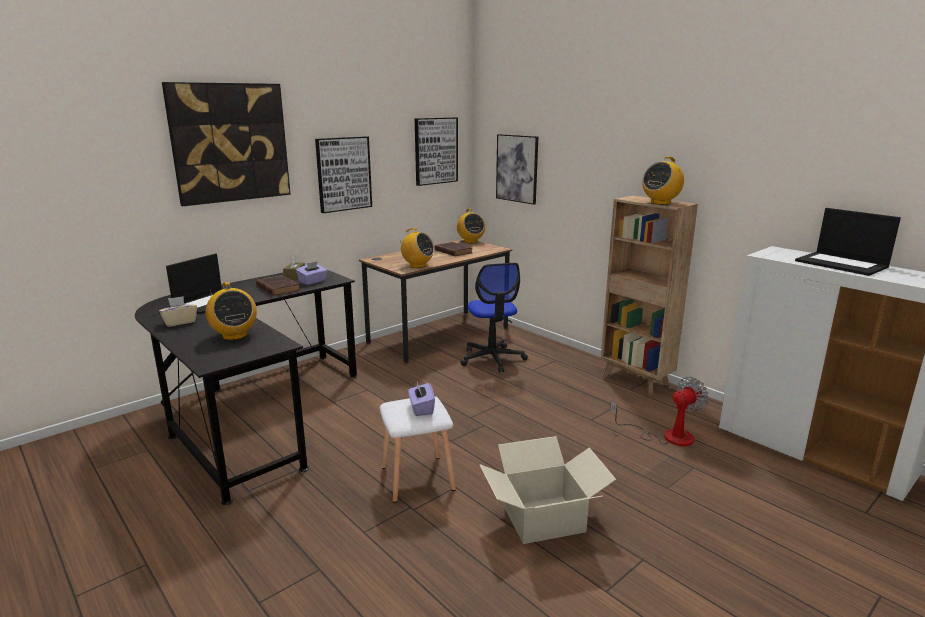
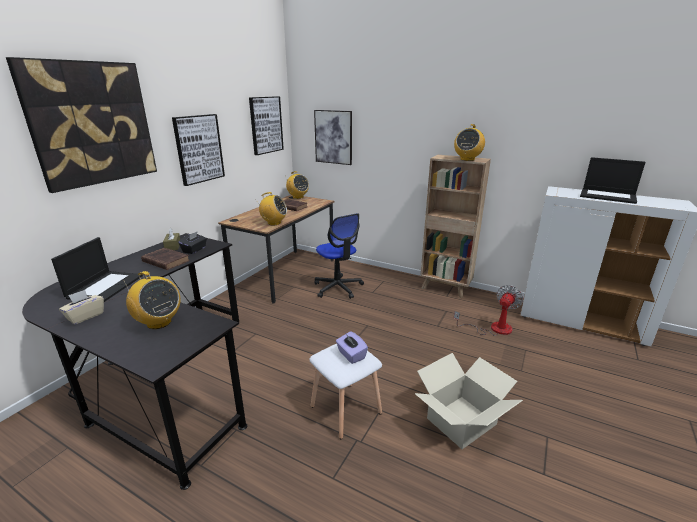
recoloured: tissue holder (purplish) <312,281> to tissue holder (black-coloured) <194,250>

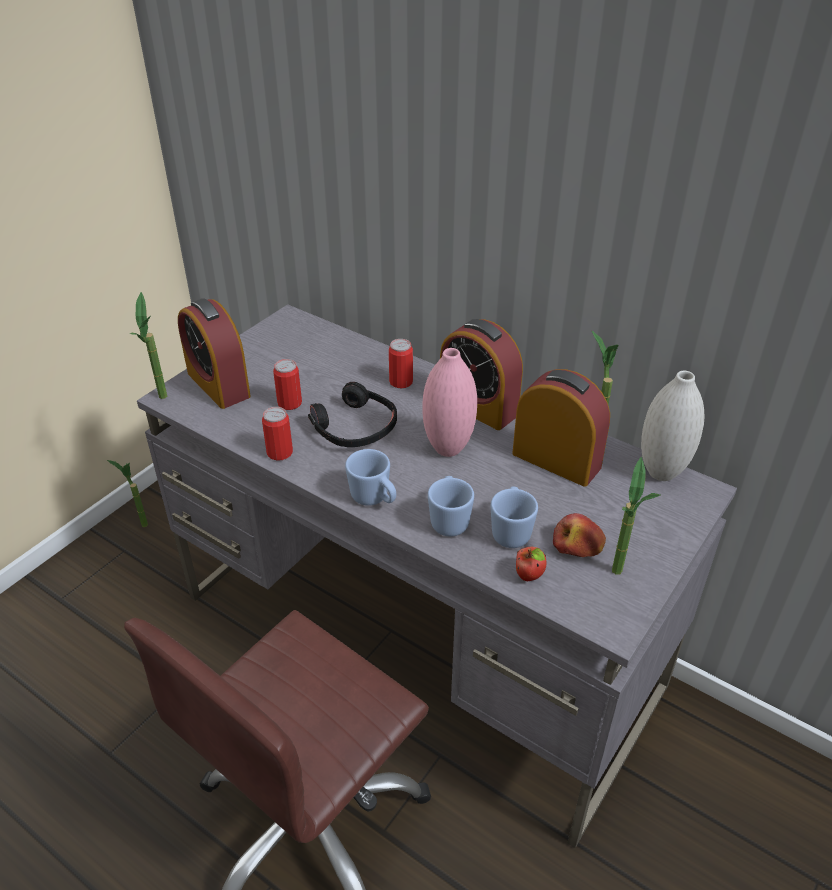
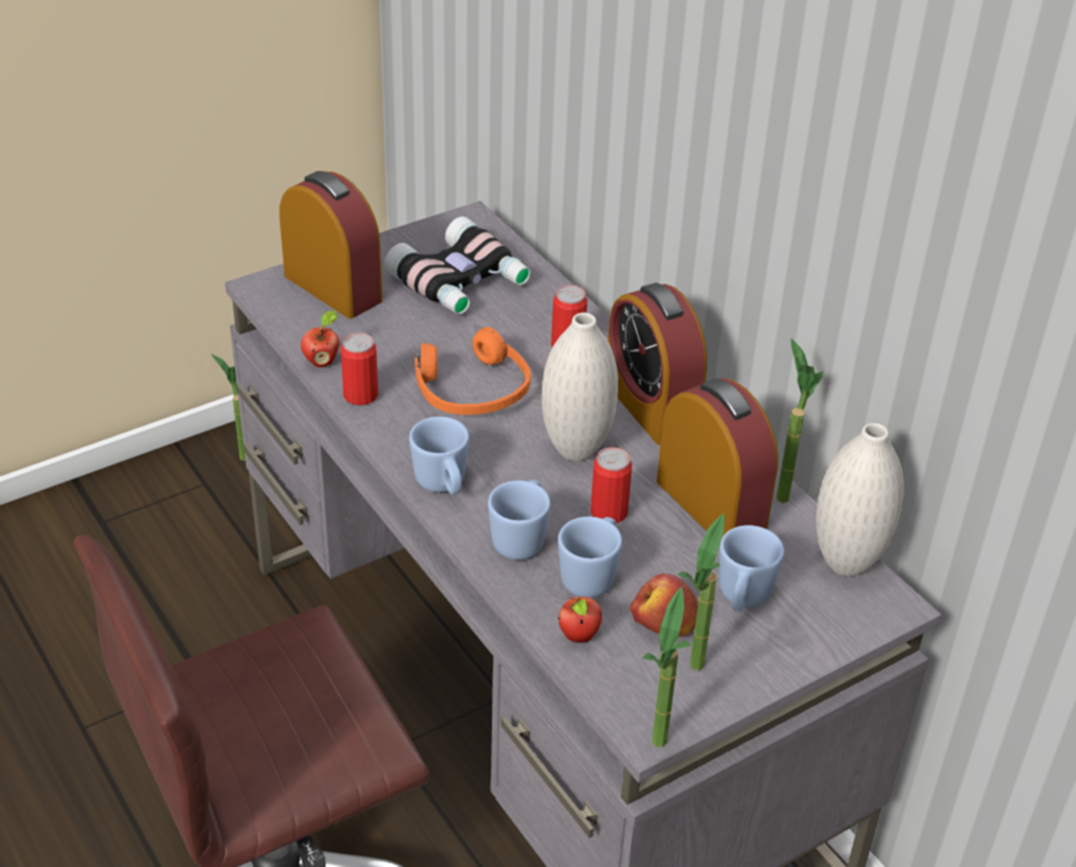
added: whole apple <322,361>; field glasses <461,282>; coffee mug (bluish) <742,599>
moved: sealed can <289,403> to <609,512>; houseplant <164,401> to <659,754>
recoloured: headphones (black-coloured) <355,428> to headphones (orange) <472,389>; vase (pinkish) <448,448> to vase (white-coloured) <576,450>
turned: bedside clock <218,385> = <333,288> 150 degrees clockwise

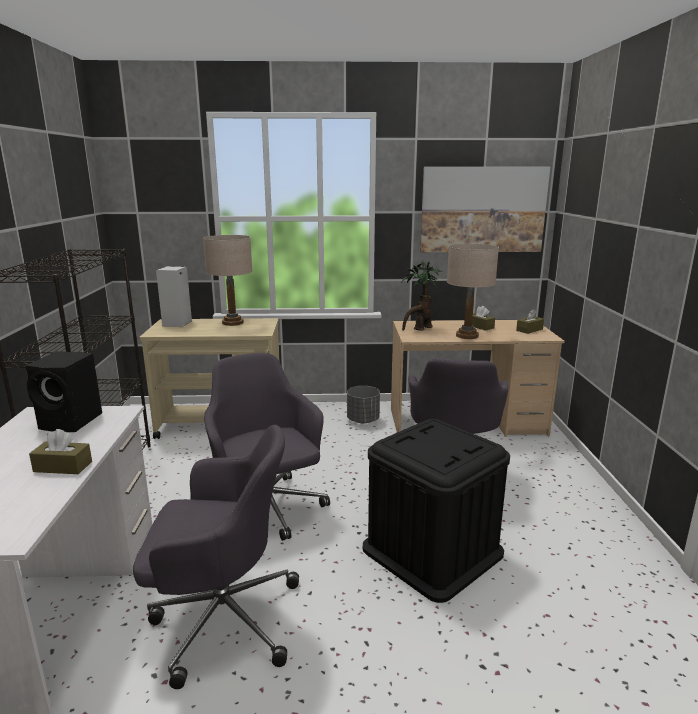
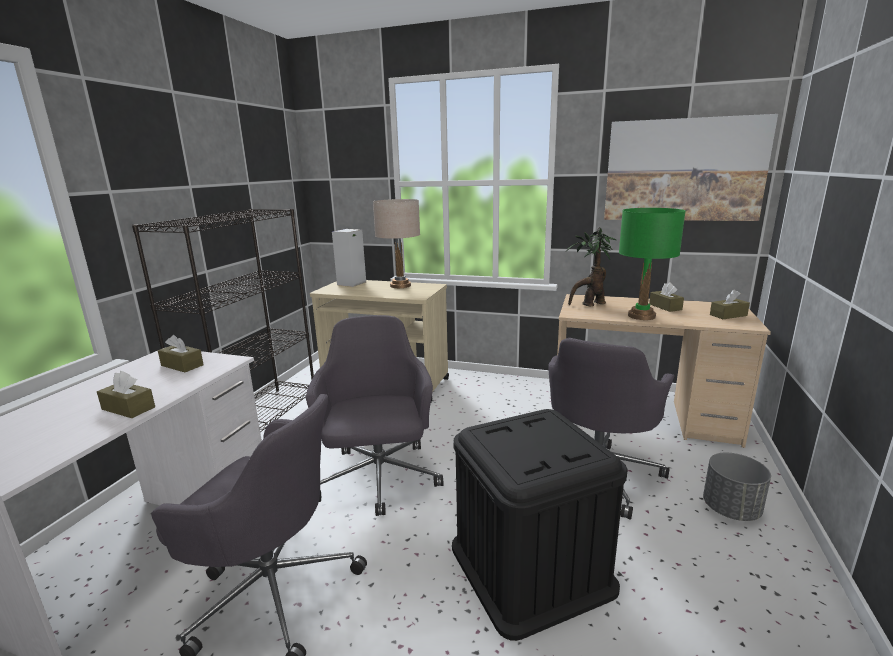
moved: planter (gray) <363,420> to <731,509>
replaced: loudspeaker (black-coloured) <72,422> to tissue holder (brownish) <182,365>
recoloured: lamp for a table (sand-coloured) <467,335> to lamp for a table (green) <641,316>

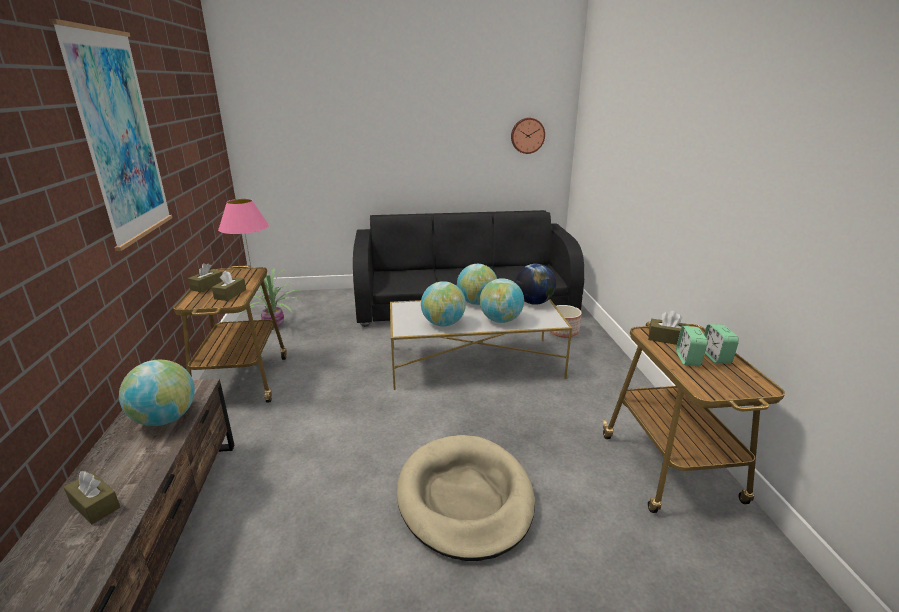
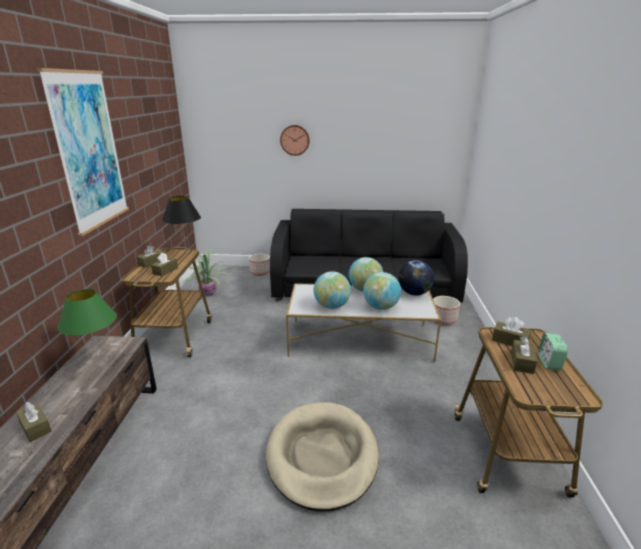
added: planter <260,272>
moved: hanging clock <527,135> to <295,140>
replaced: globe <165,419> to lamp for a table (green) <99,366>; bedside clock <688,359> to tissue holder (brownish) <522,362>
recoloured: lamp for a table (pinkish) <252,274> to lamp for a table (black-coloured) <186,254>

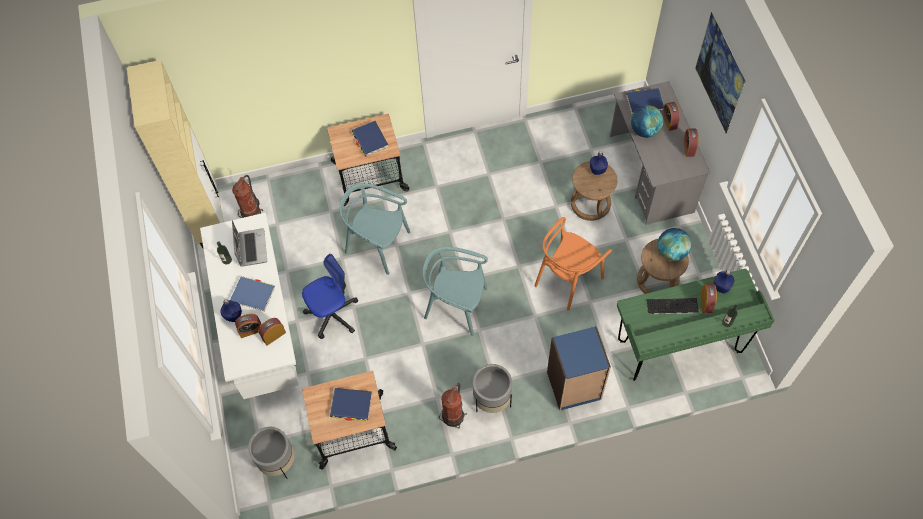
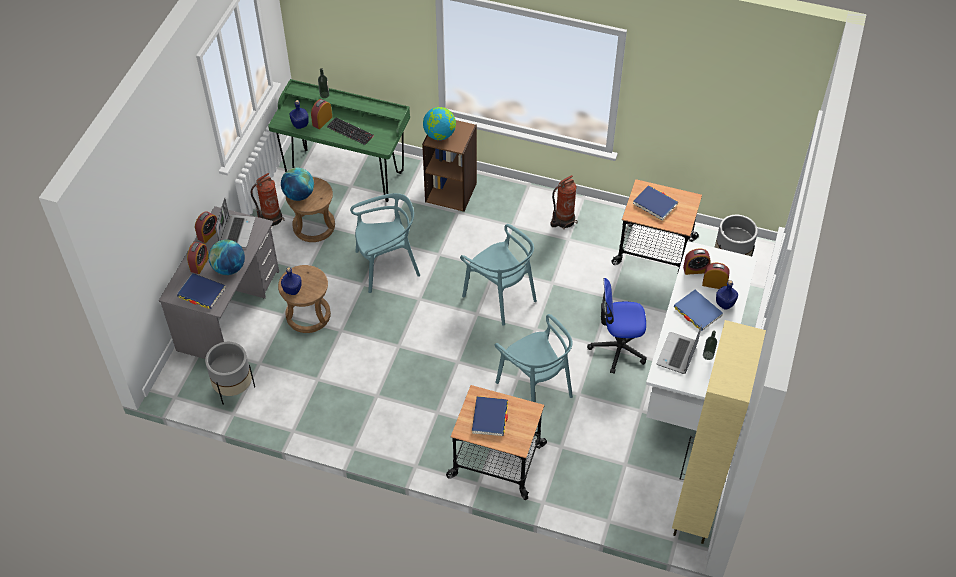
removed: wall picture <714,87>
added: laptop <236,231>; globe <440,135>
moved: planter (gray) <492,400> to <234,388>; extinguisher <252,212> to <270,218>
recoloured: plain chair (orange) <567,279> to plain chair (blue-green) <387,266>; shelving unit (bluish) <574,386> to shelving unit (brownish) <451,192>

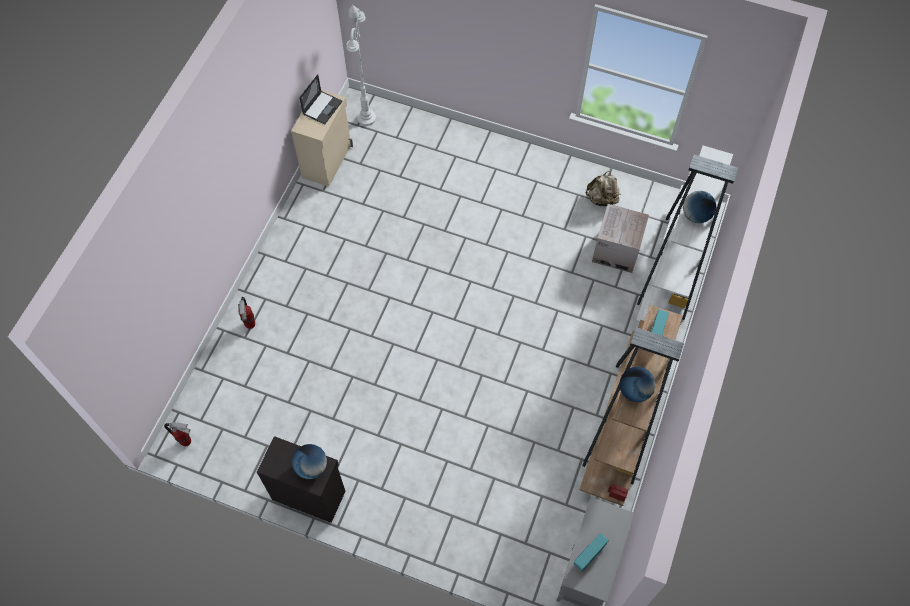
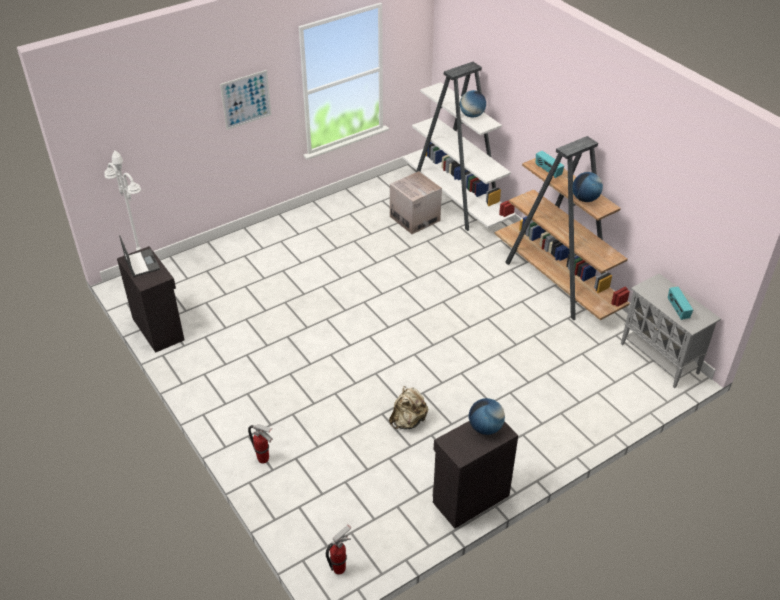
added: wall picture <246,99>
moved: backpack (sand-coloured) <602,199> to <408,421>
recoloured: cupboard (sand-coloured) <328,161> to cupboard (black-coloured) <159,328>

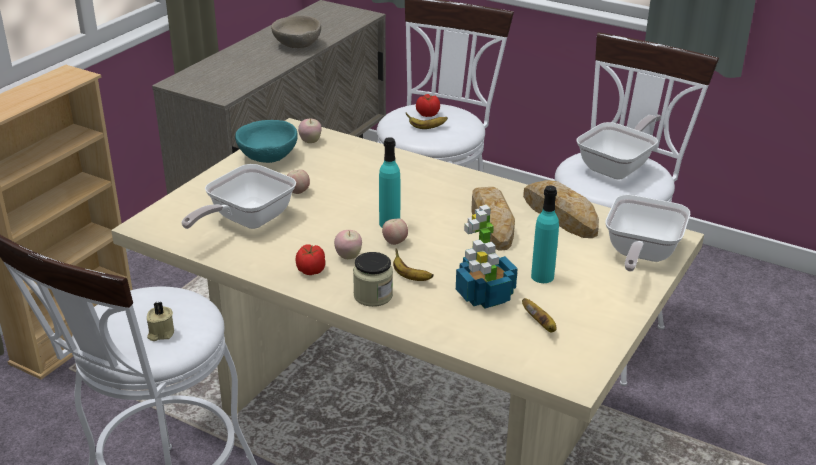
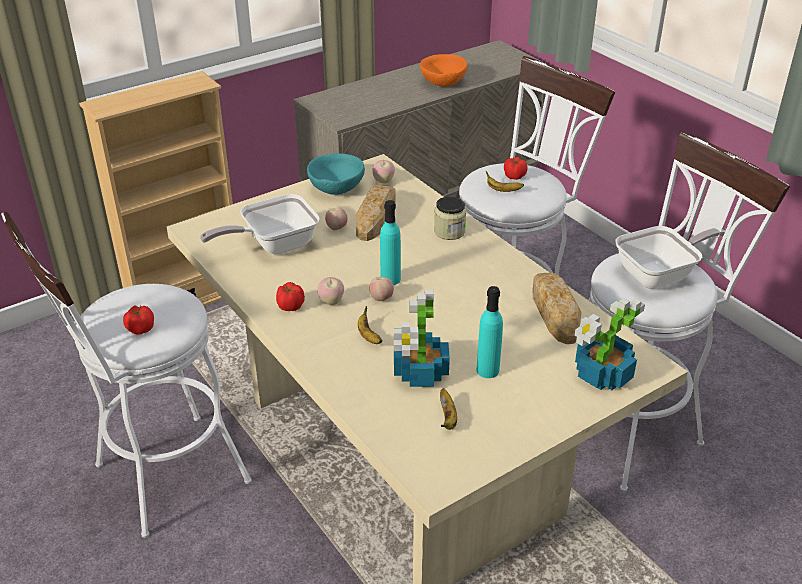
moved: baked bread <491,223> to <377,217>; jar <373,295> to <449,232>
replaced: wax candle (sand-coloured) <160,333> to fresh tomato <140,329>; skillet <640,255> to houseplant <601,375>
recoloured: deep dish (sand-coloured) <296,45> to deep dish (orange) <442,83>

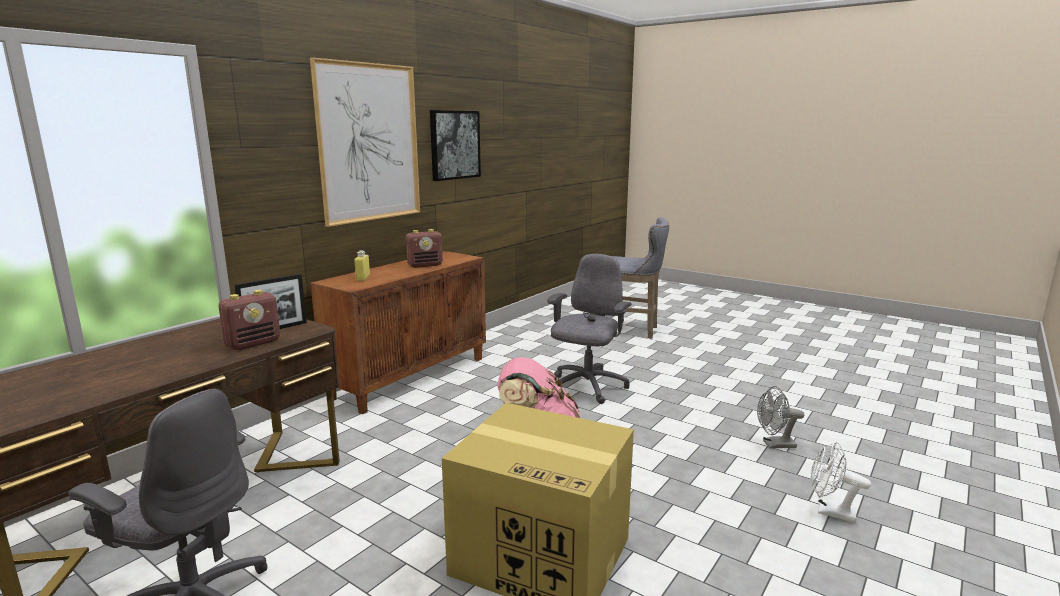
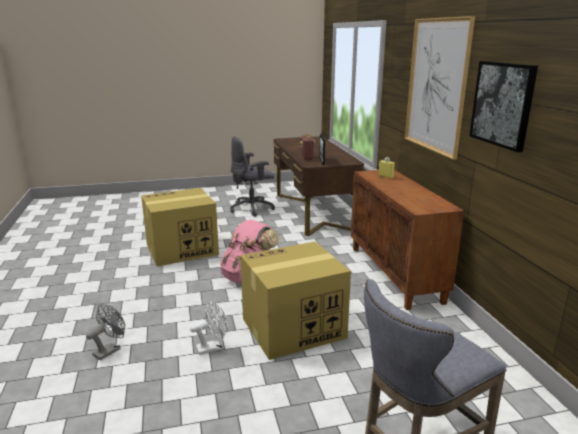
removed: radio receiver <425,265>
moved: fan (white-coloured) <829,512> to <213,347>
replaced: office chair (gray) <587,387> to carton <292,328>

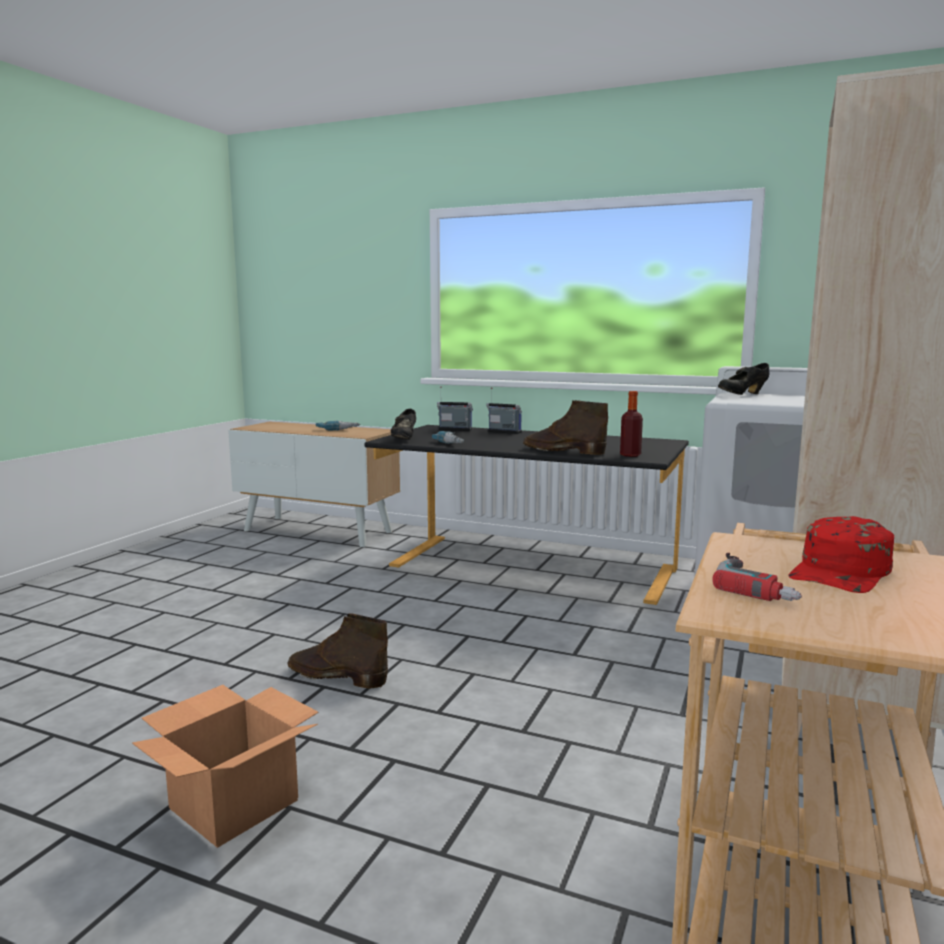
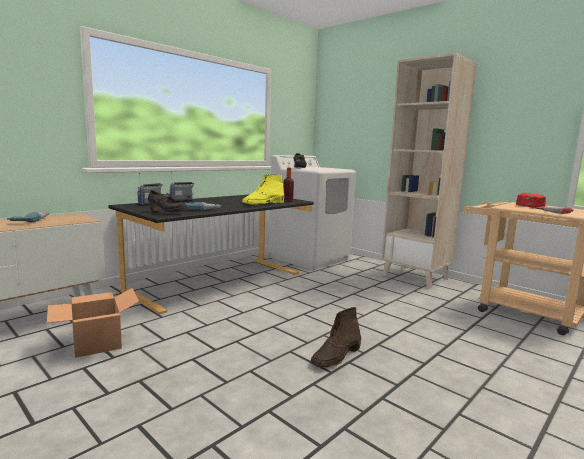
moved: carton <233,805> to <97,343>
recoloured: boot (brownish) <562,451> to boot (yellowish) <263,204>

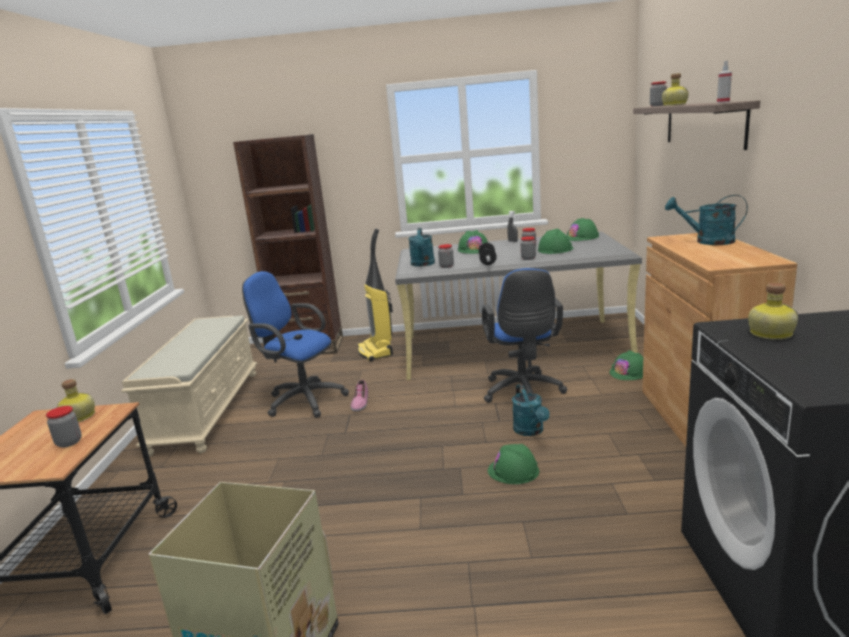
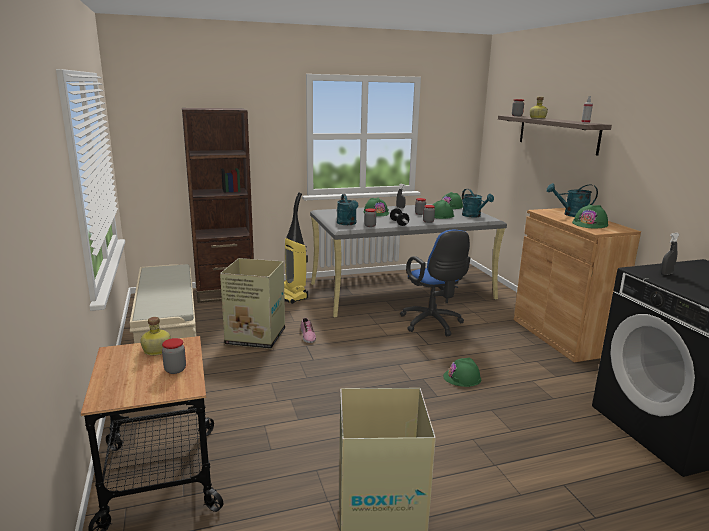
moved: watering can (blue-green) <530,431> to <474,216>; hard hat (green) <629,372> to <590,224>
replaced: office chair (bluish) <302,400> to carton <254,336>; drink bottle <769,333> to hand sprayer (gray) <666,274>

